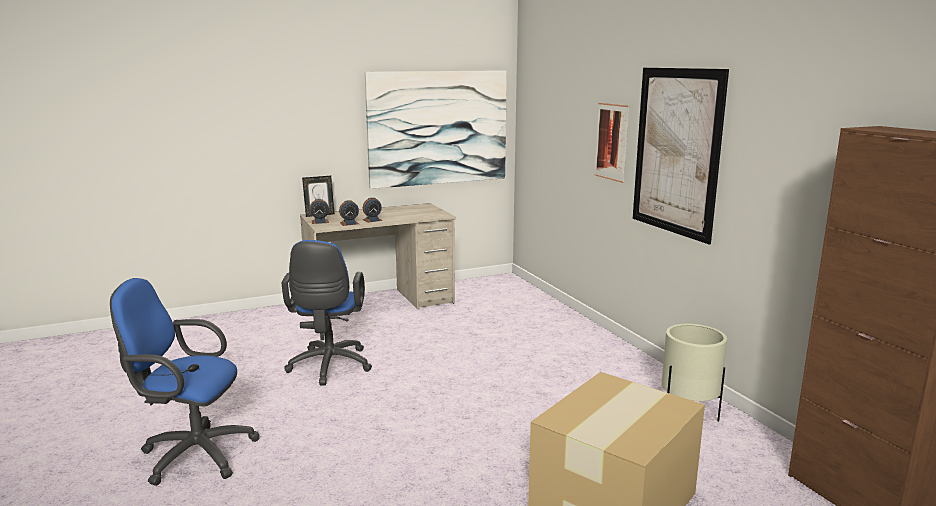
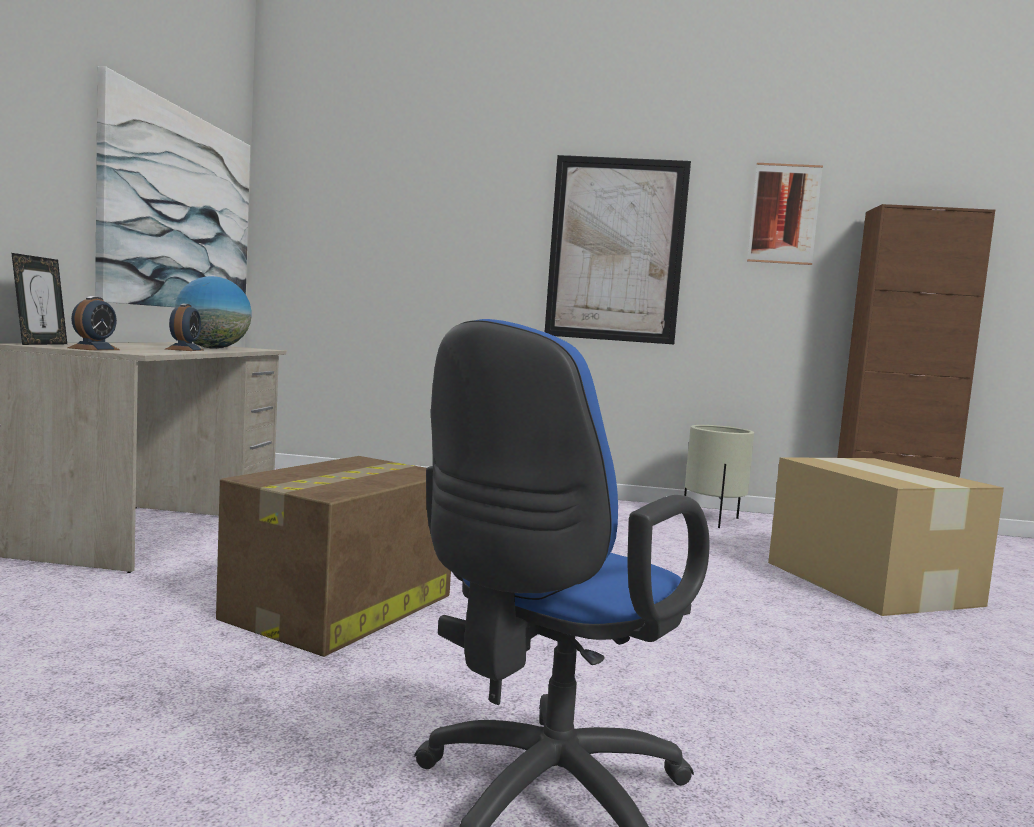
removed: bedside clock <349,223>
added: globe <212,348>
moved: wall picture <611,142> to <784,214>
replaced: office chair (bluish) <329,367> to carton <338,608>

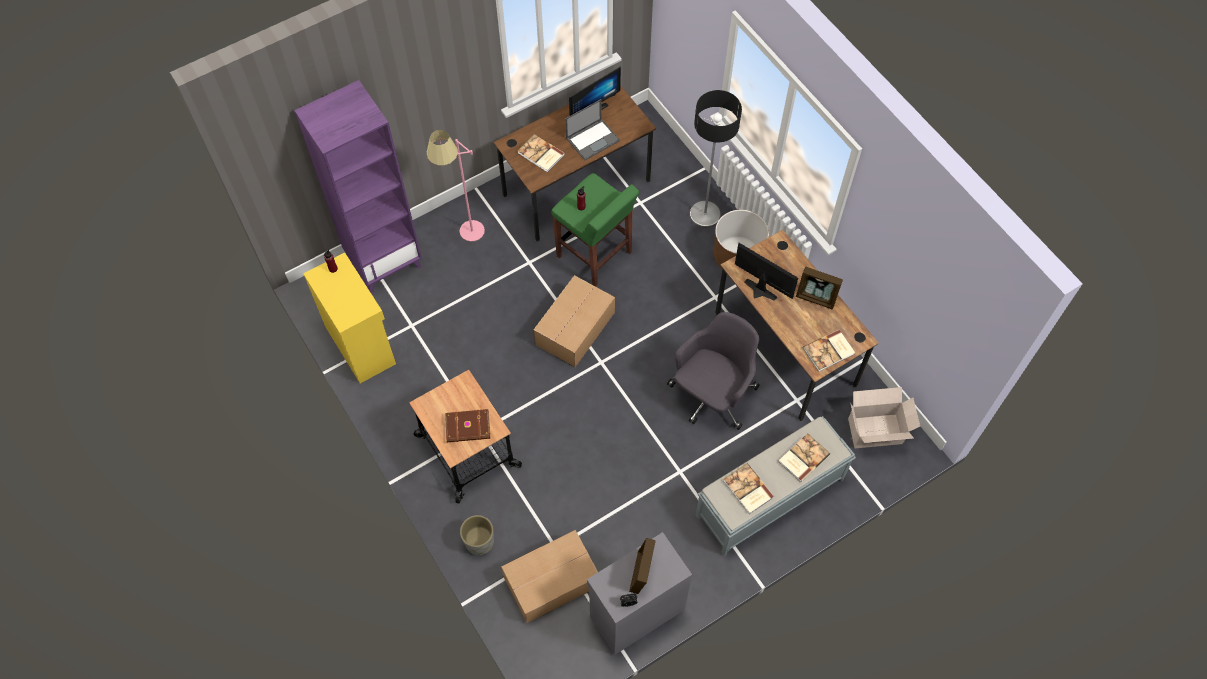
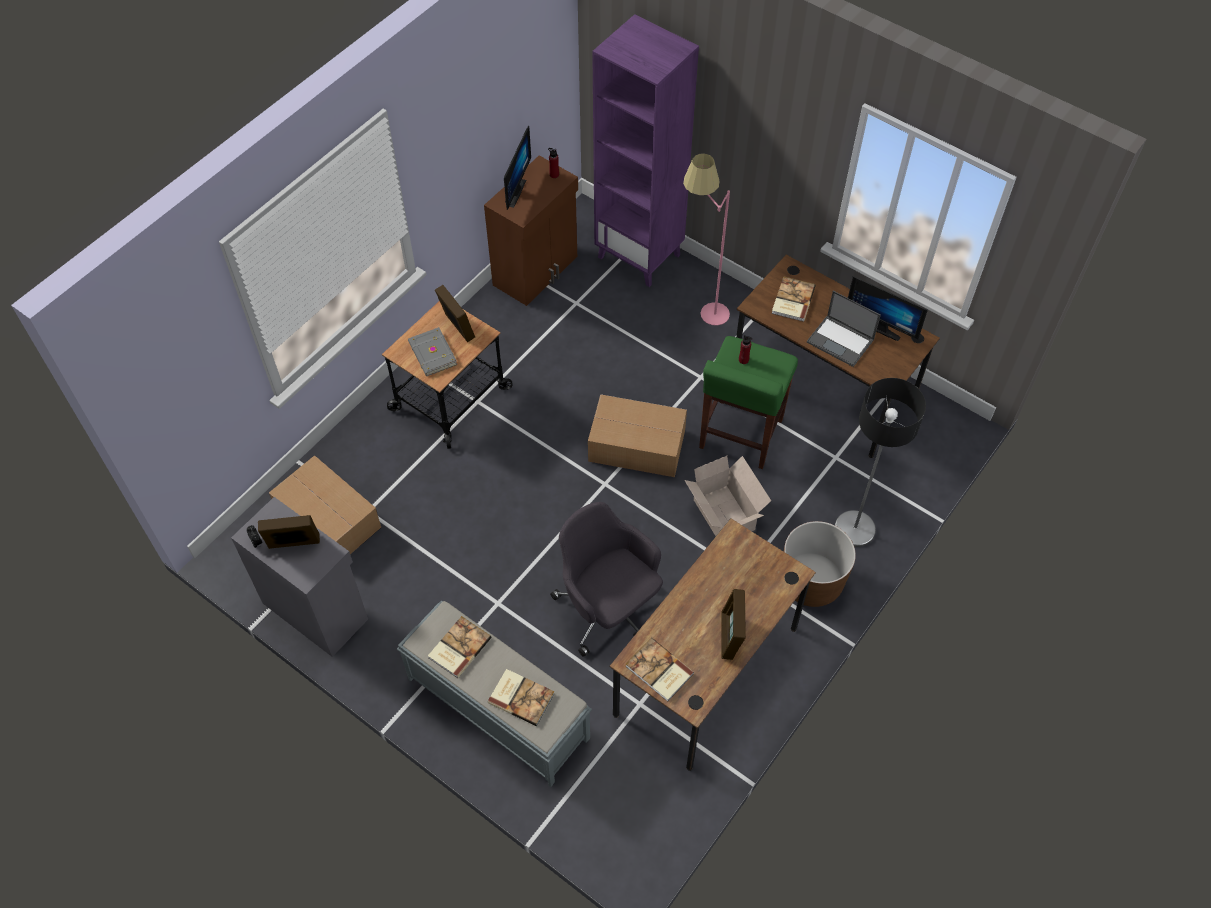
removed: planter (gray) <479,541>
added: photo frame <457,327>
moved: monitor <758,292> to <512,192>; carton <877,431> to <724,516>
recoloured: book (brownish) <468,428> to book (gray) <432,354>; cupboard (yellowish) <361,344> to cupboard (brownish) <537,271>
turned: office chair (gray) <712,395> = <608,608> 150 degrees counterclockwise

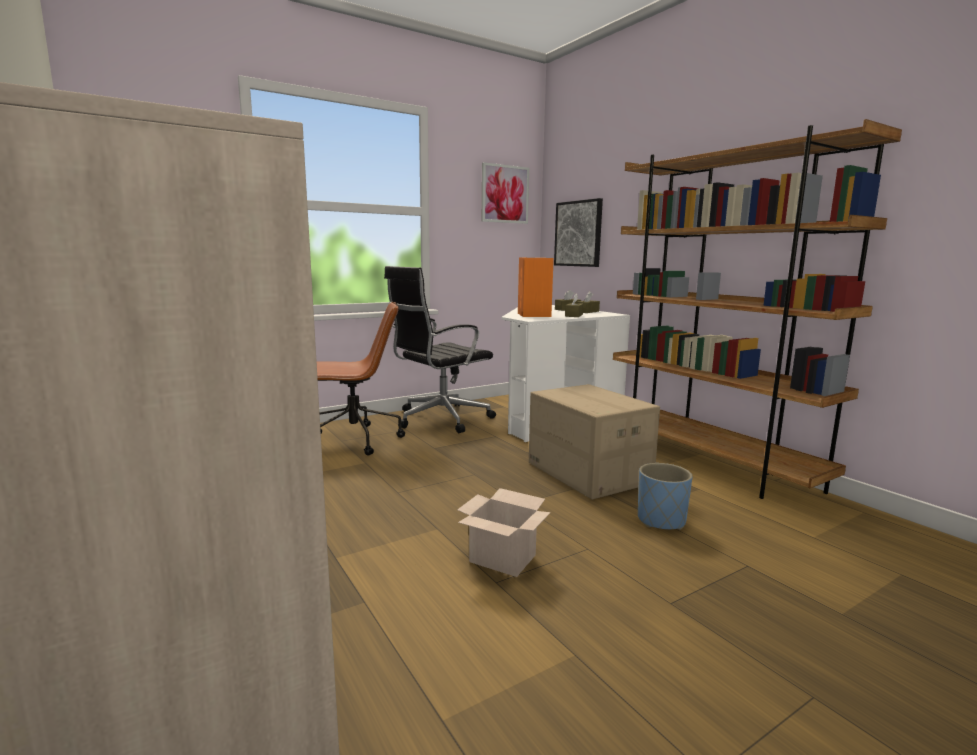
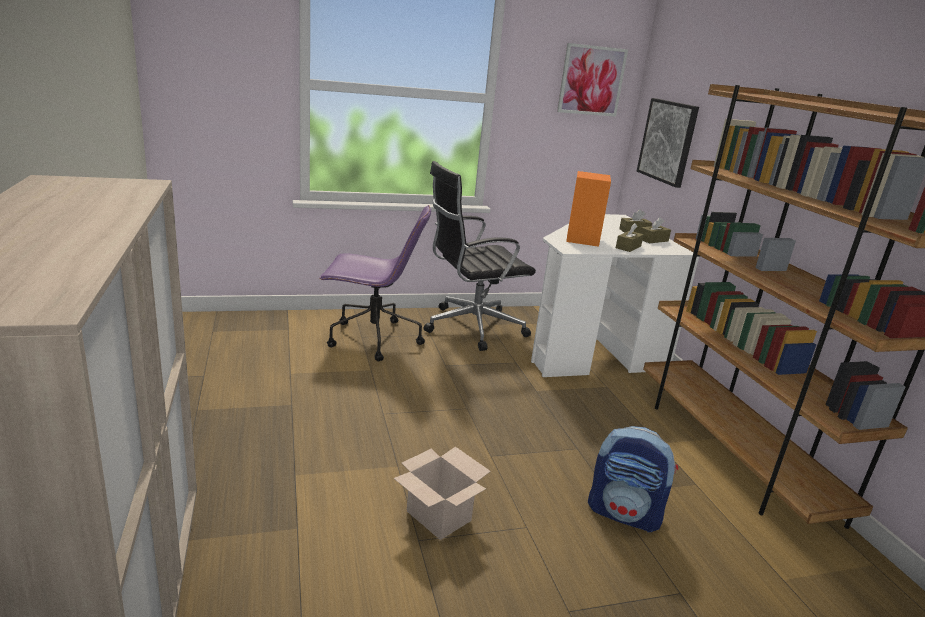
removed: carton <587,473>
replaced: planter (bluish) <661,520> to backpack <624,513>
recoloured: office chair (brownish) <353,441> to office chair (purplish) <372,339>

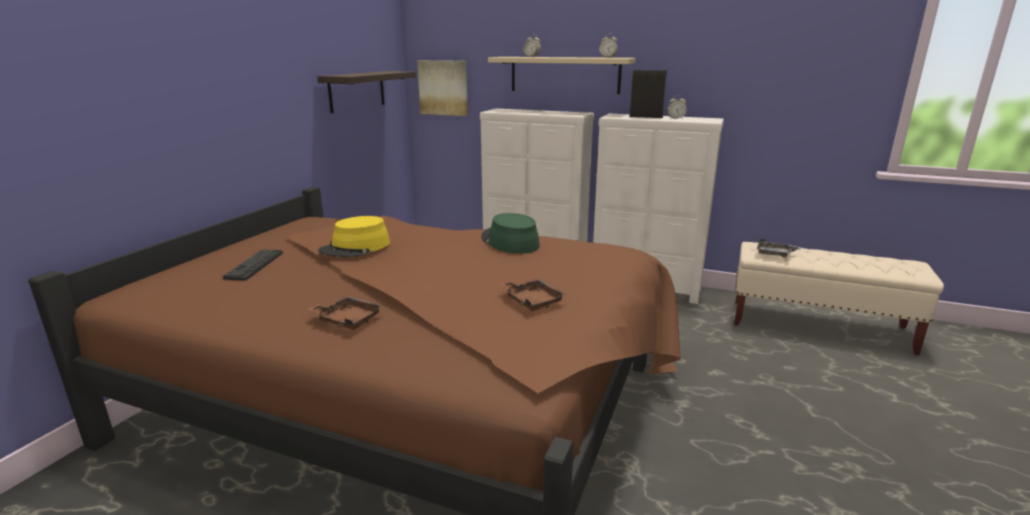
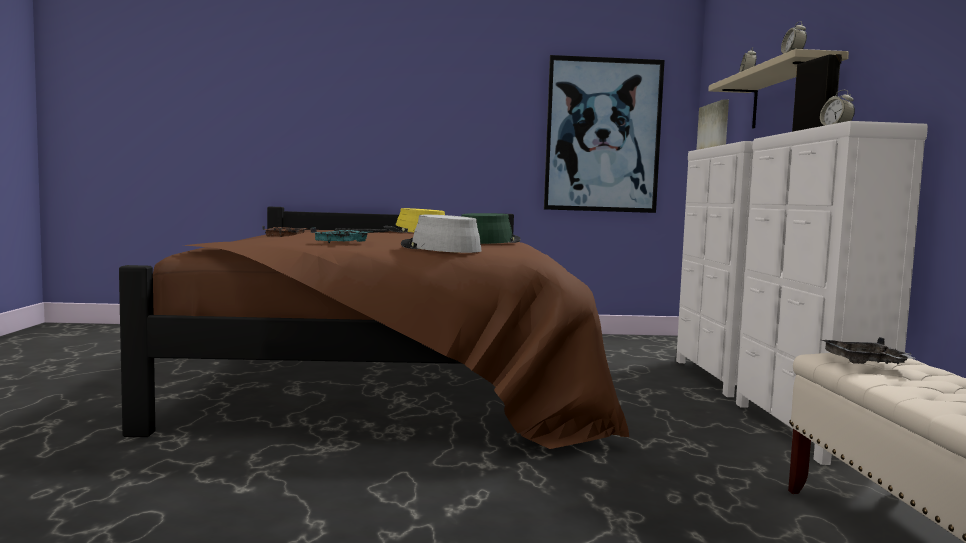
added: hat (gray) <440,249>
replaced: bracket shelf <357,91> to wall picture <603,135>
recoloured: carrying tray (brownish) <532,301> to carrying tray (blue-green) <343,243>

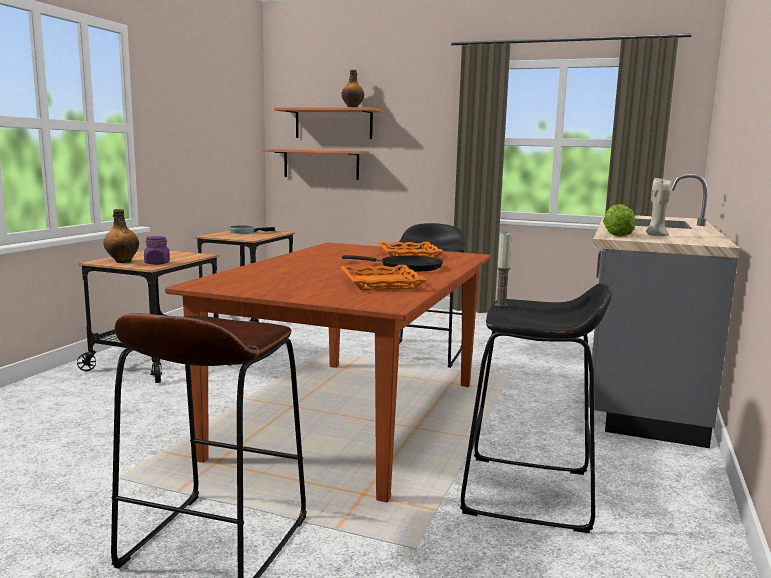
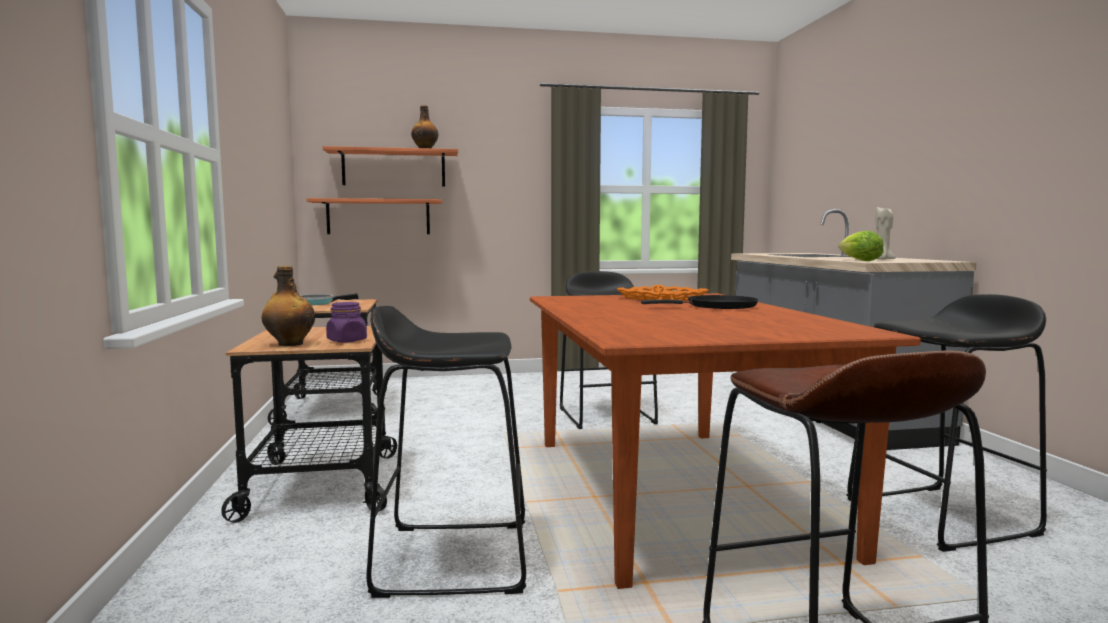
removed: carrying tray (orange) <380,283>; wax candle <501,305>
added: stool seat (black-coloured) <453,557>

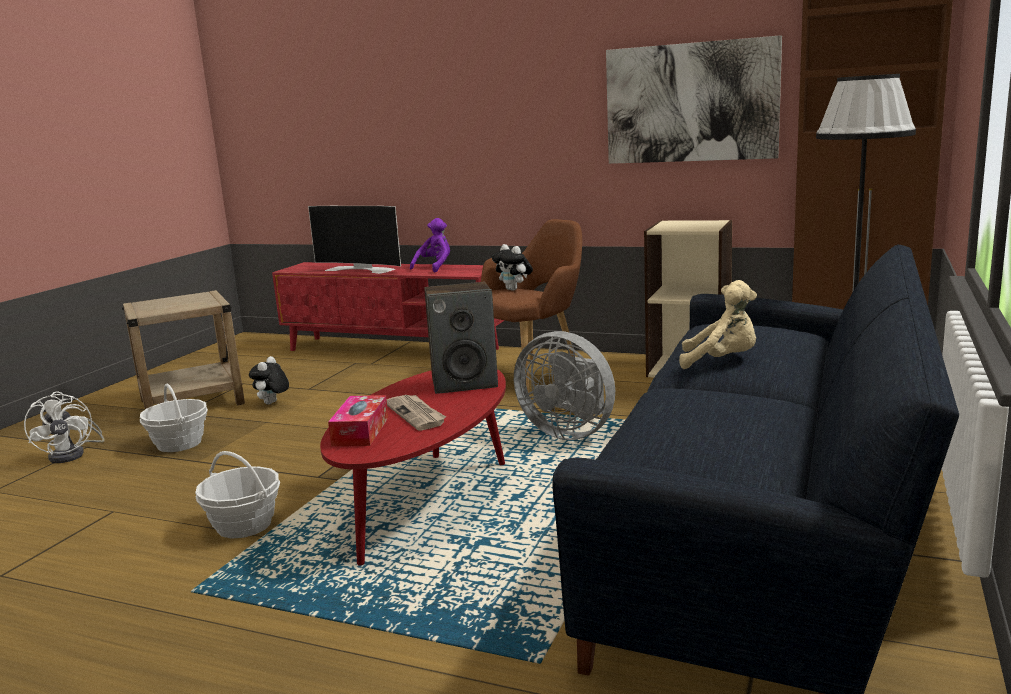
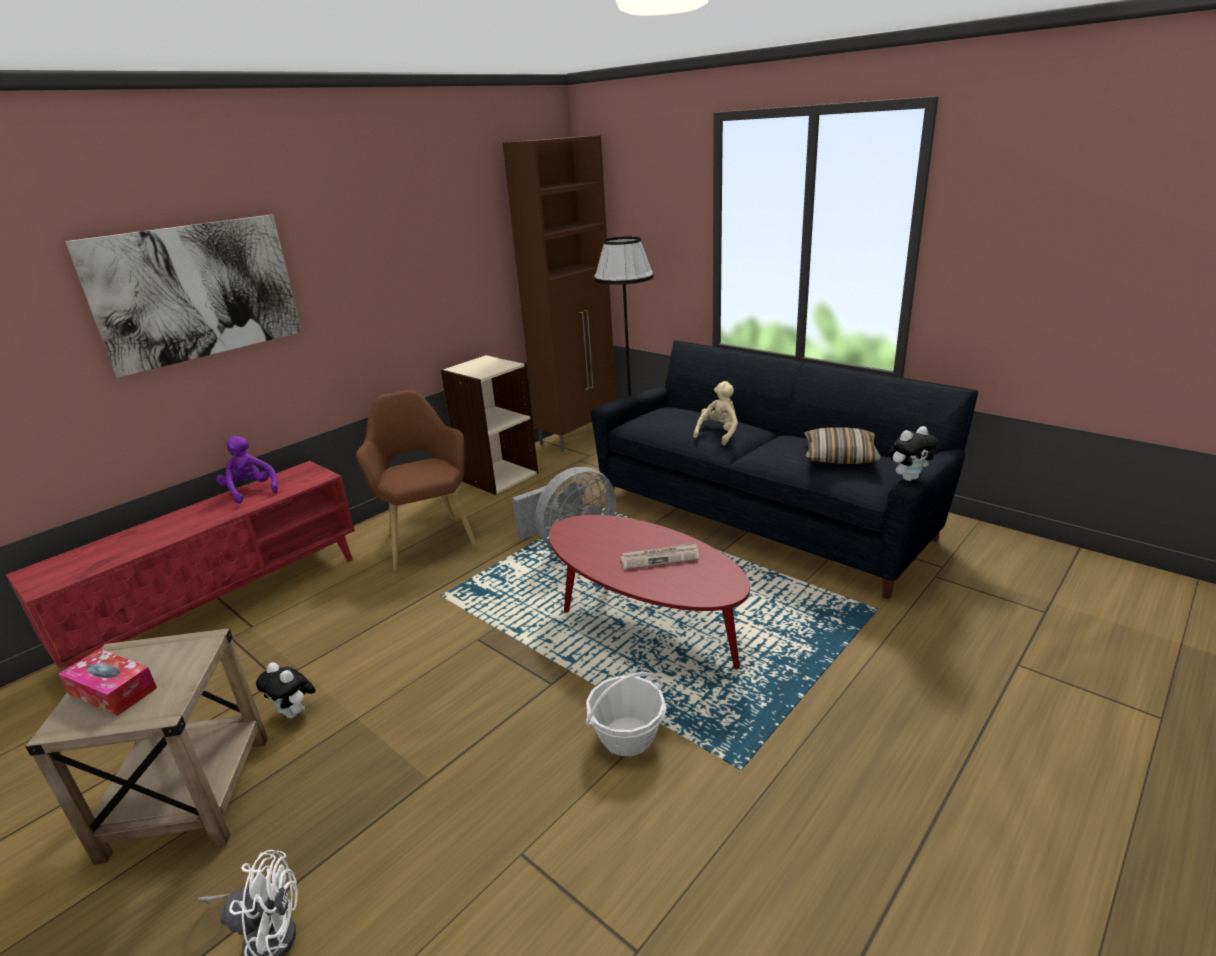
removed: storage basket <179,444>; TV set <362,269>; loudspeaker <465,383>
added: cushion <840,456>
moved: tissue holder <360,431> to <113,691>; wall picture <691,103> to <197,291>; cuddly toy <514,289> to <908,478>

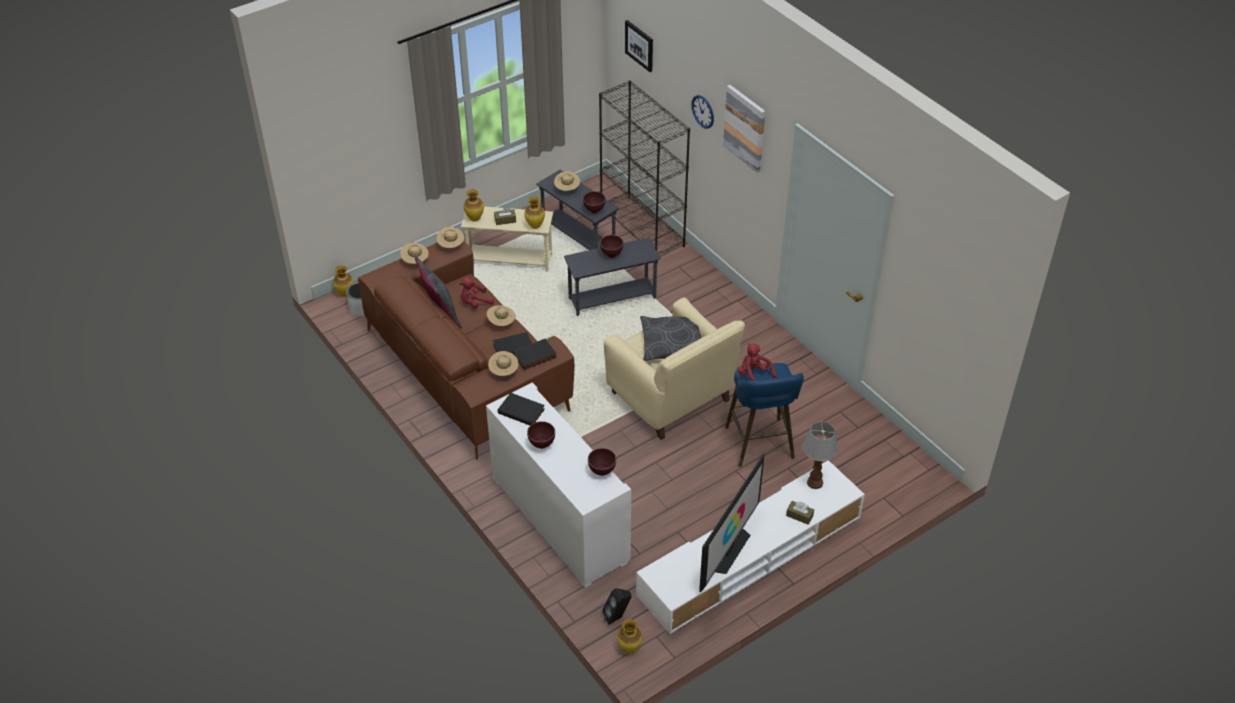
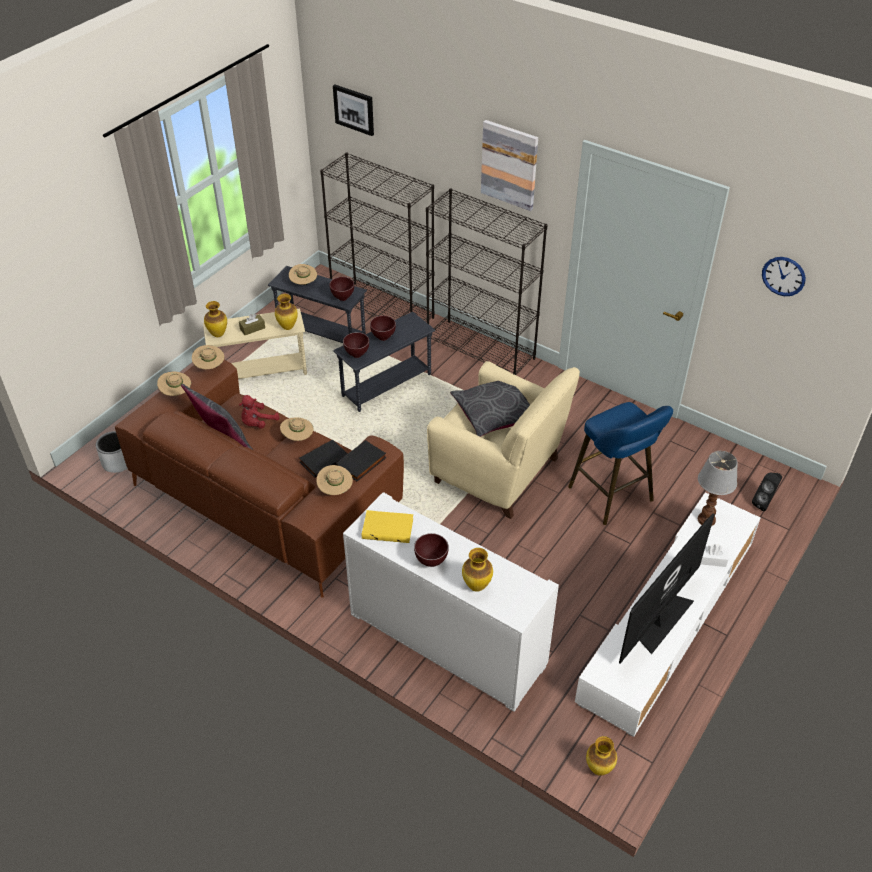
removed: cuddly toy (red) <754,375>
added: shelving unit (black-coloured) <481,350>
moved: deep dish (brownish) <602,471> to <357,354>; vase <345,294> to <476,586>; loudspeaker (black-coloured) <617,617> to <764,503>; hanging clock <703,111> to <783,276>
recoloured: book (black-coloured) <522,411> to book (yellowish) <388,528>; tissue holder (brownish) <799,516> to tissue holder (white-coloured) <711,560>
turned: TV set <727,549> = <661,620> 150 degrees counterclockwise

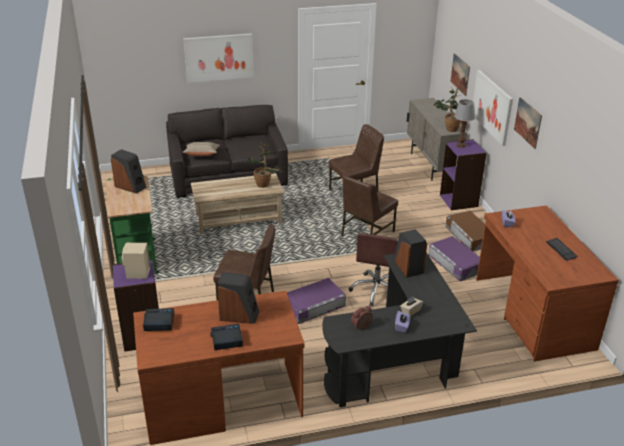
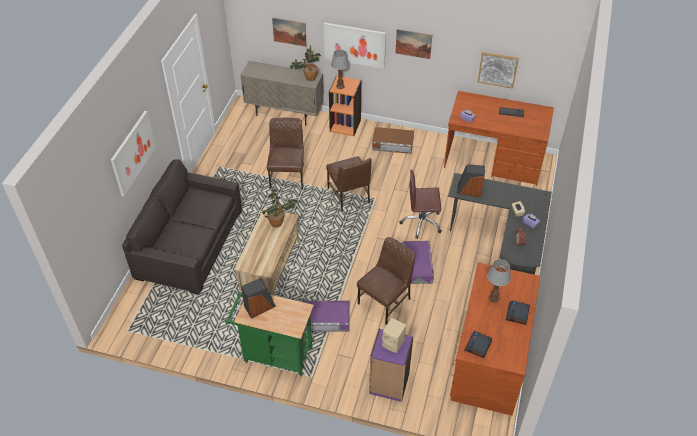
removed: cushion (sand-coloured) <202,155>
added: wall picture <497,69>
moved: storage container (purplish) <455,263> to <325,319>
replaced: loudspeaker <239,315> to lamp for a table <493,298>
recoloured: shelving unit (purplish) <459,201> to shelving unit (orange) <345,125>
turned: office chair (brownish) <376,290> = <421,223> 135 degrees clockwise

